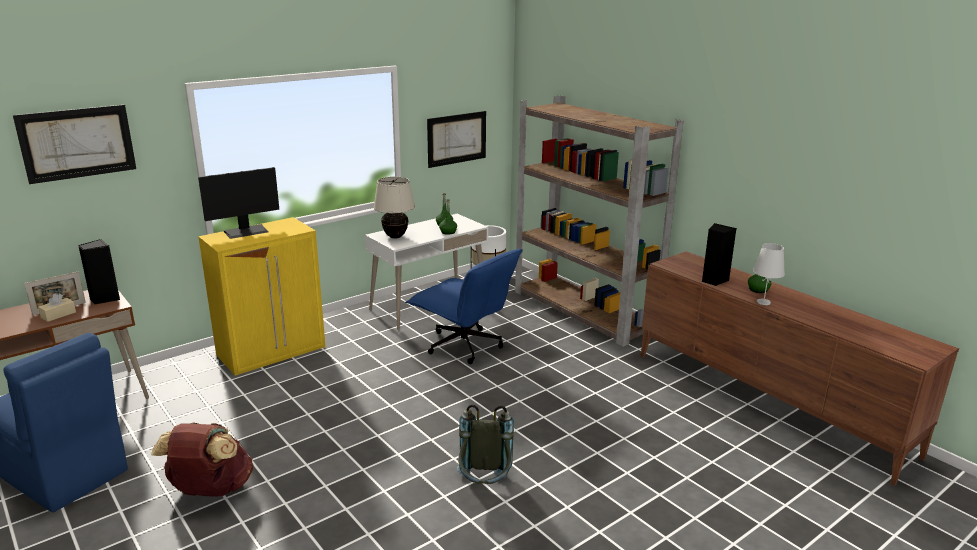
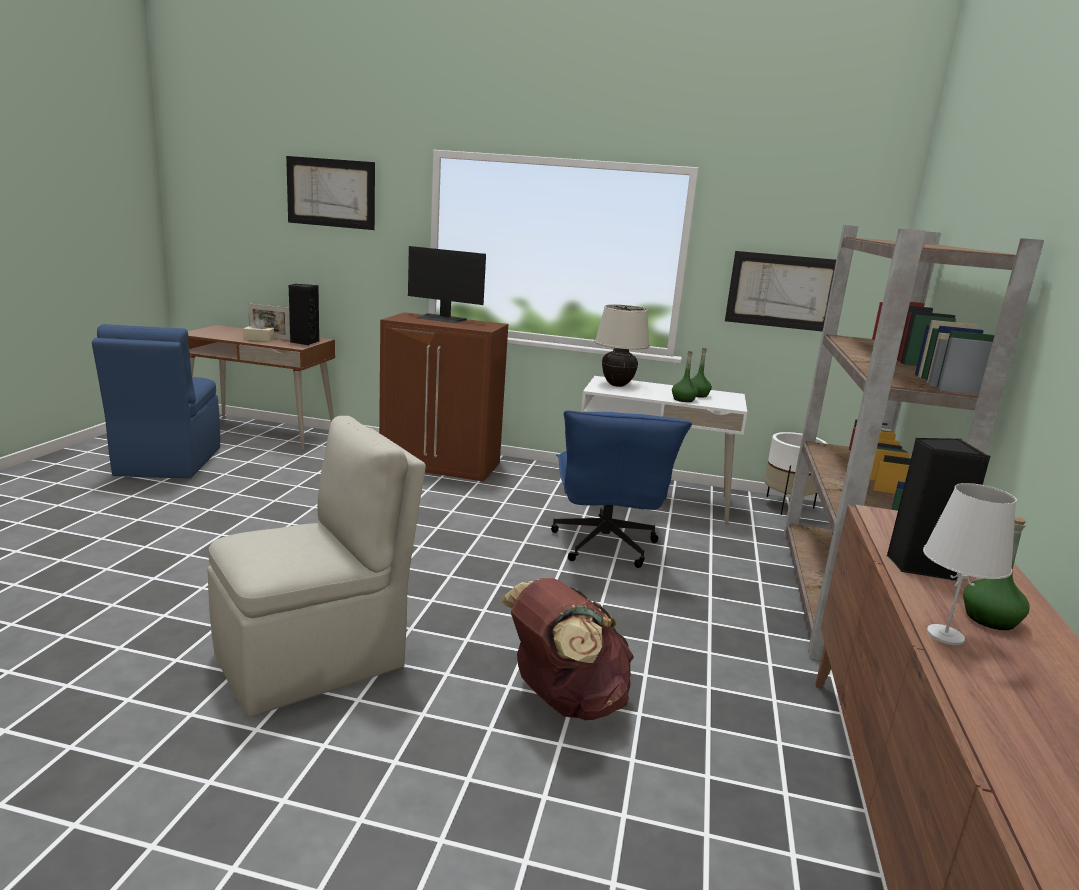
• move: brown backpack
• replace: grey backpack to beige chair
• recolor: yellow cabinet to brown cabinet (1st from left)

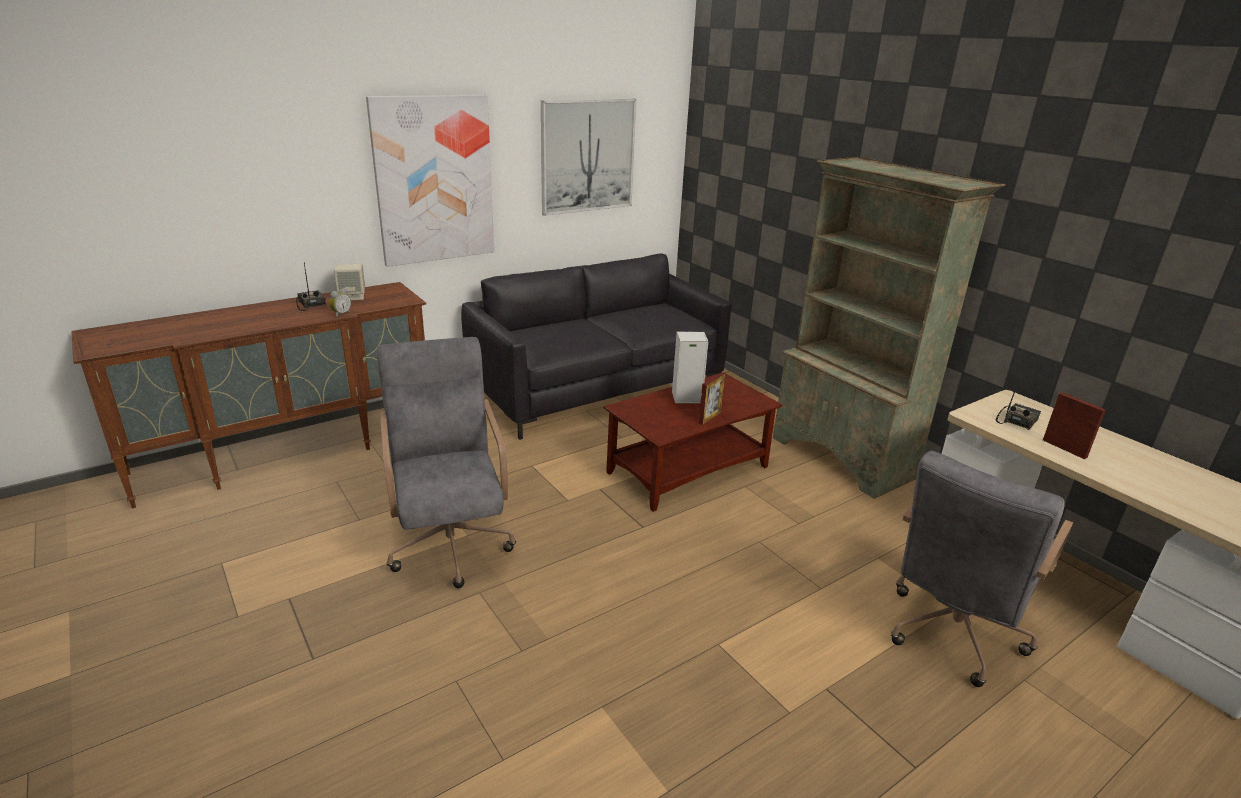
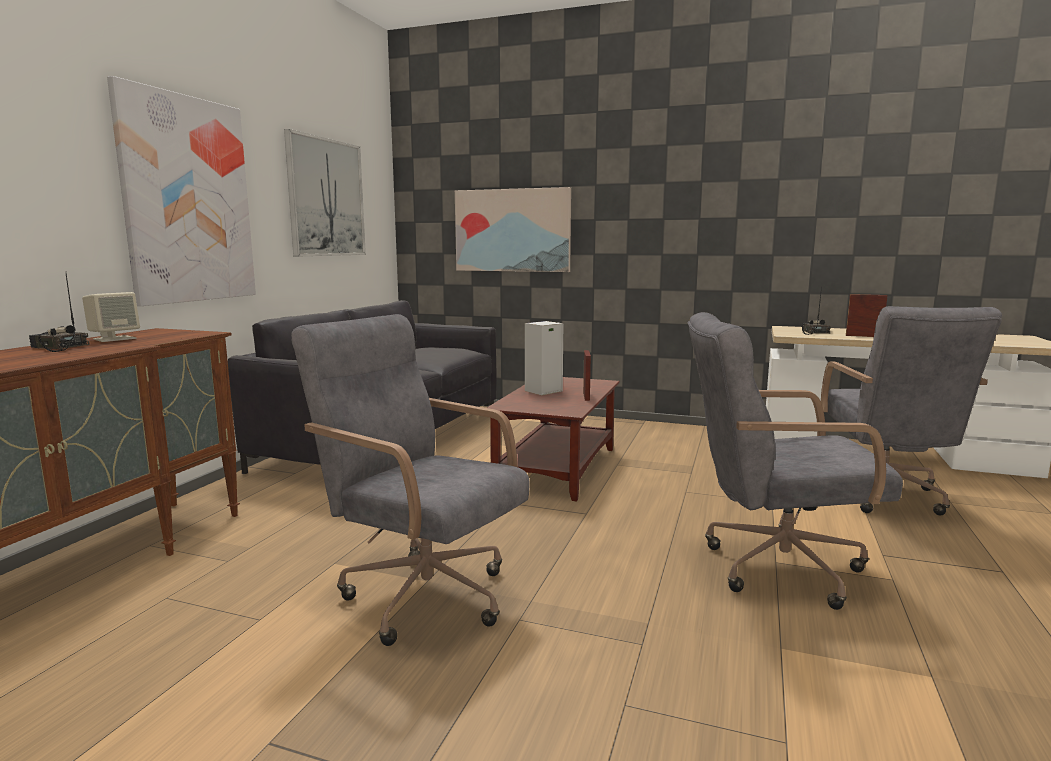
• delete: alarm clock
• delete: green bookcase
• insert: picture (3rd from left)
• insert: grey office chair (2nd from left)

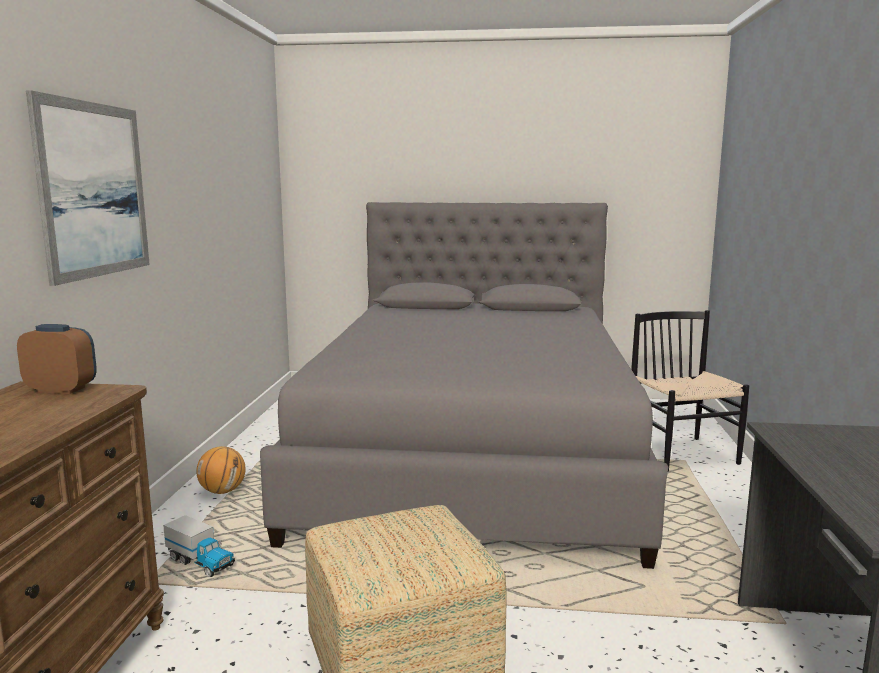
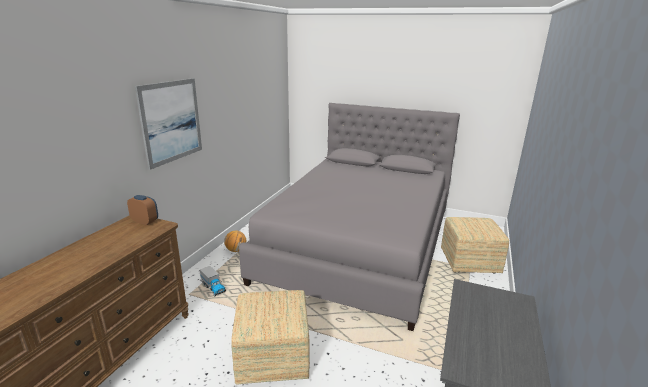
• replace: black chair to ottoman (2nd from left)

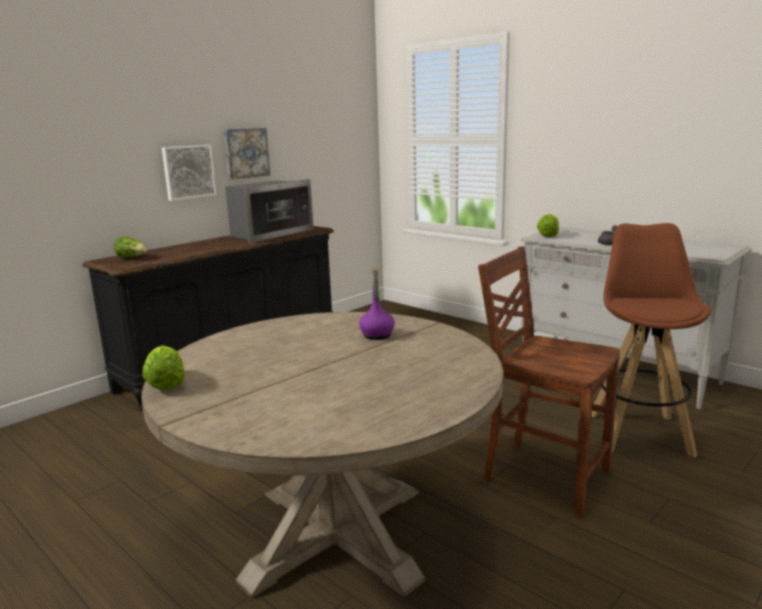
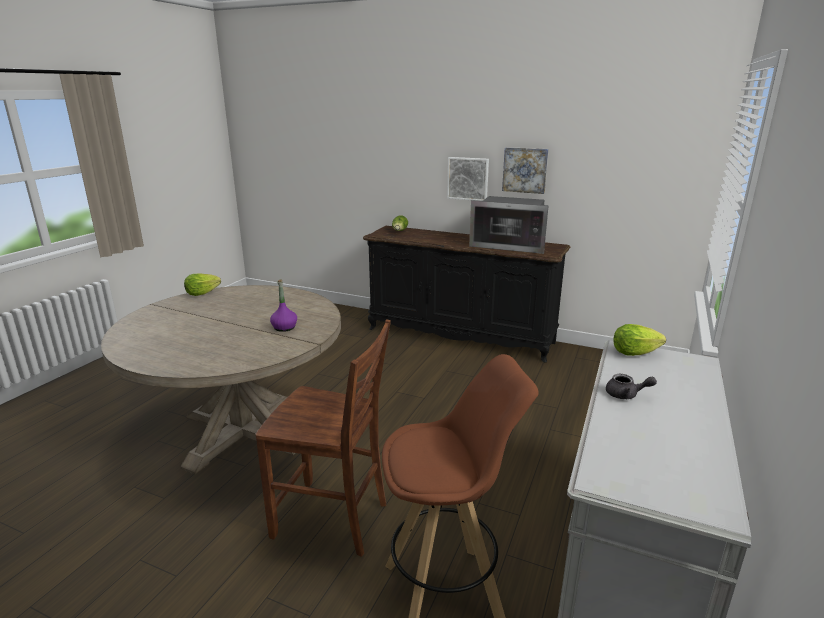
• rotate: brown chair 90 degrees clockwise

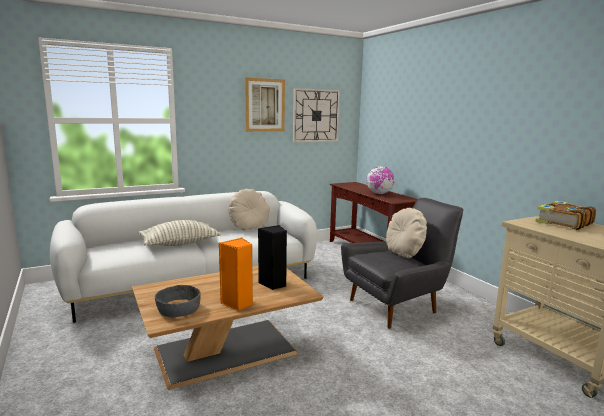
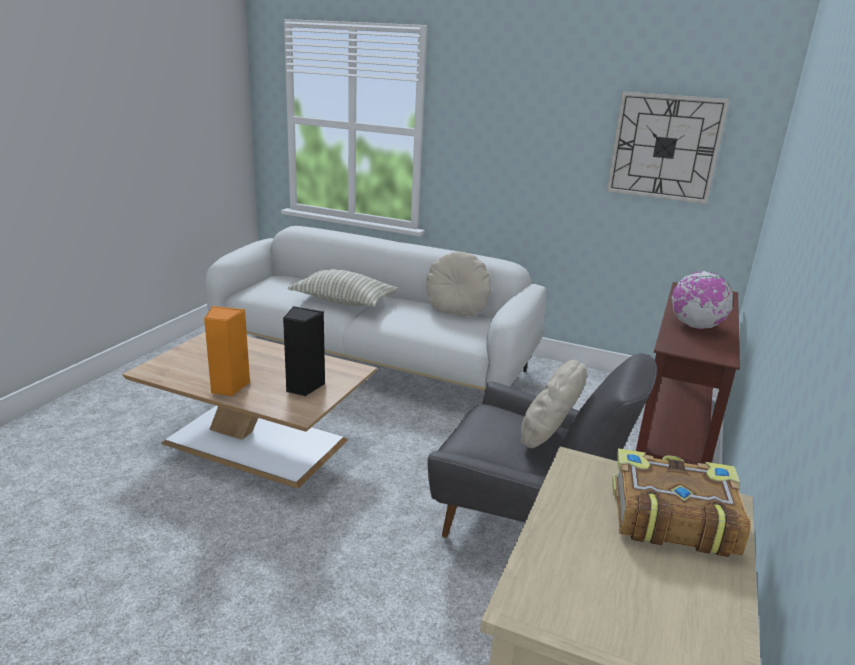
• delete: grey bowl
• delete: picture

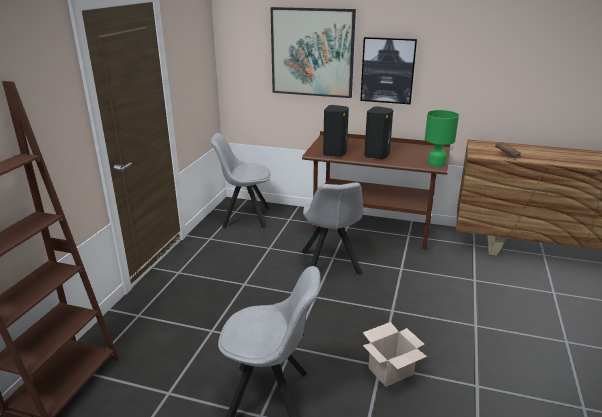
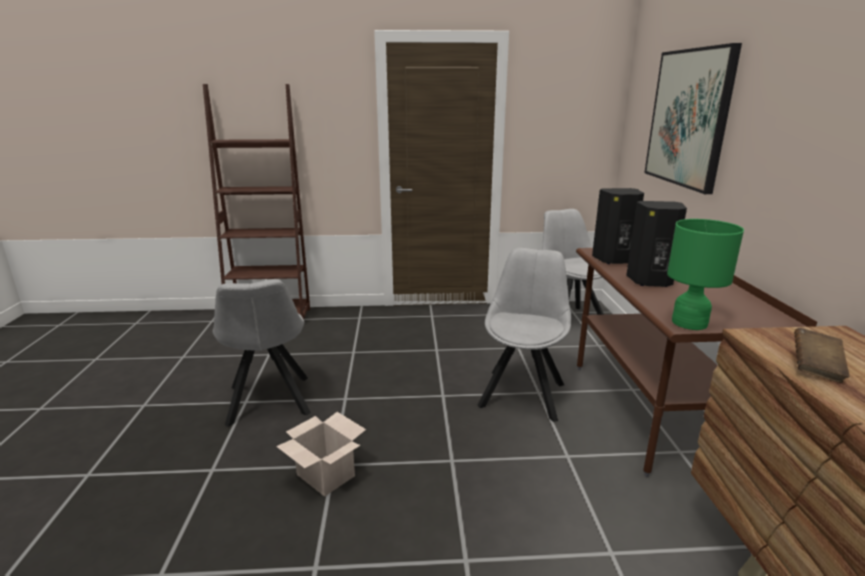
• delete: picture (2nd from left)
• rotate: grey chair (3rd from left in the first image) 135 degrees clockwise

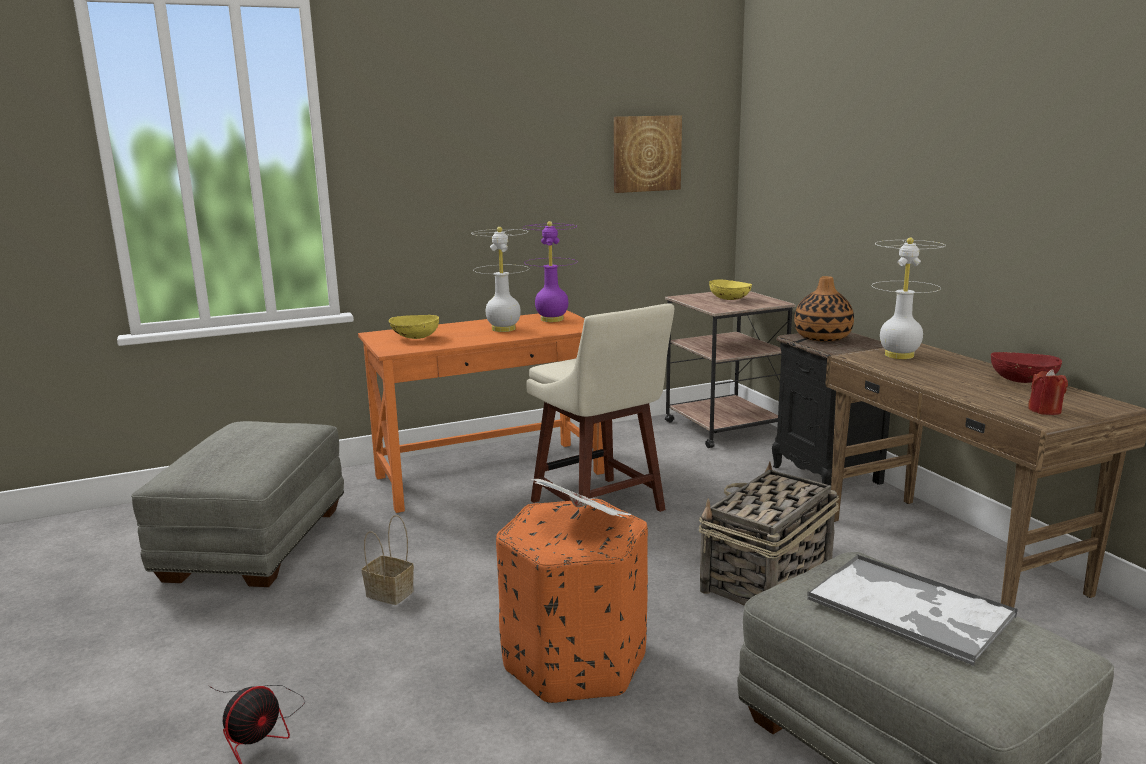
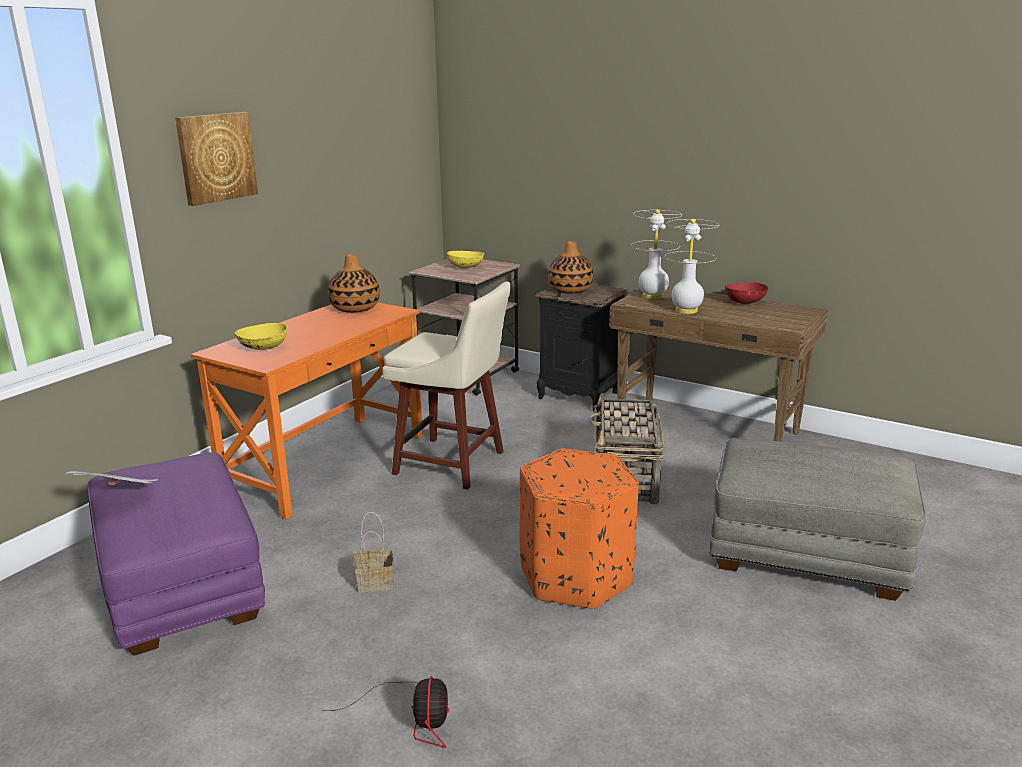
• delete: tray
• delete: red candle
• move: white table lamp (1st from left in the first image) to white table lamp (2nd from left)
• move: newspaper
• move: picture
• replace: purple table lamp to vase (1st from left)
• recolor: grey ottoman (1st from left) to purple ottoman

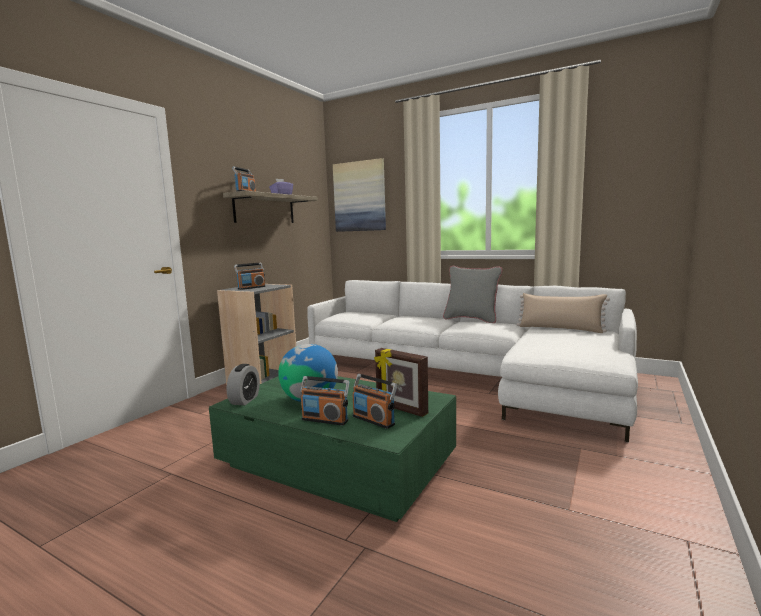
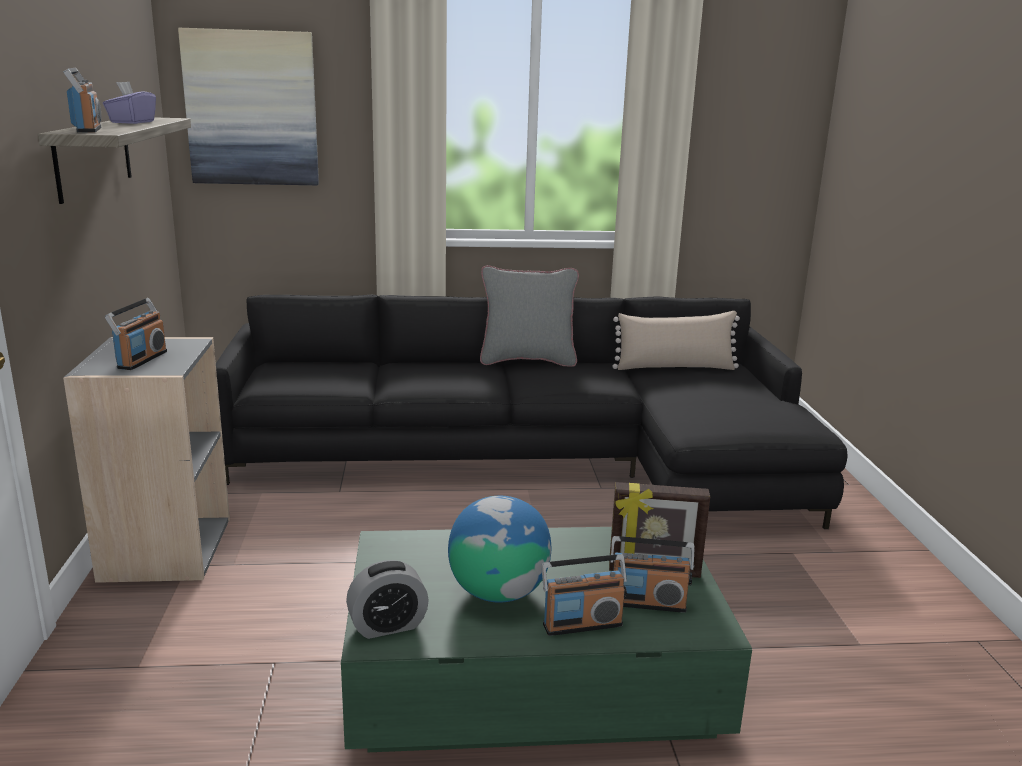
• recolor: white sofa to black sofa
• rotate: alarm clock 90 degrees clockwise

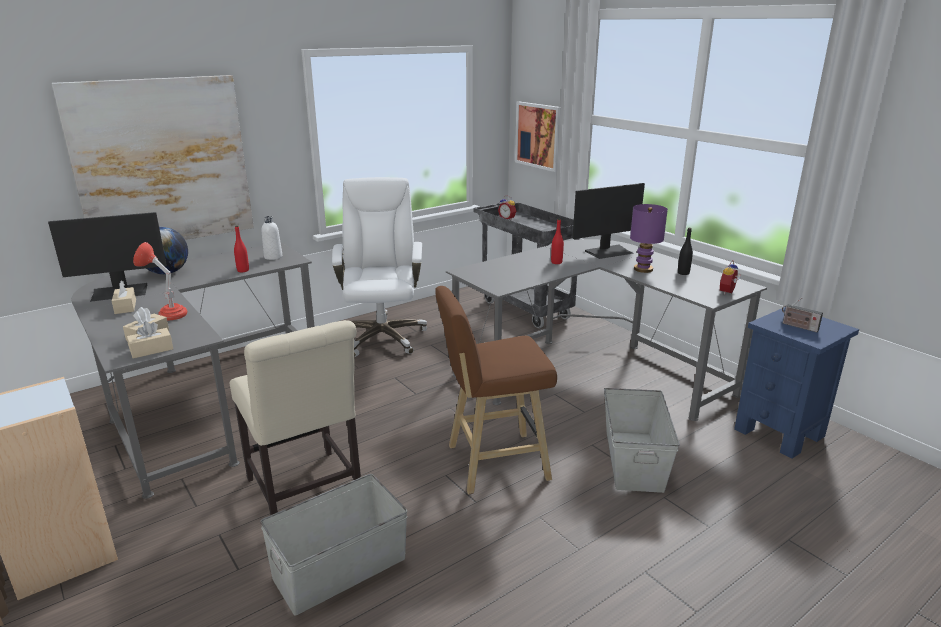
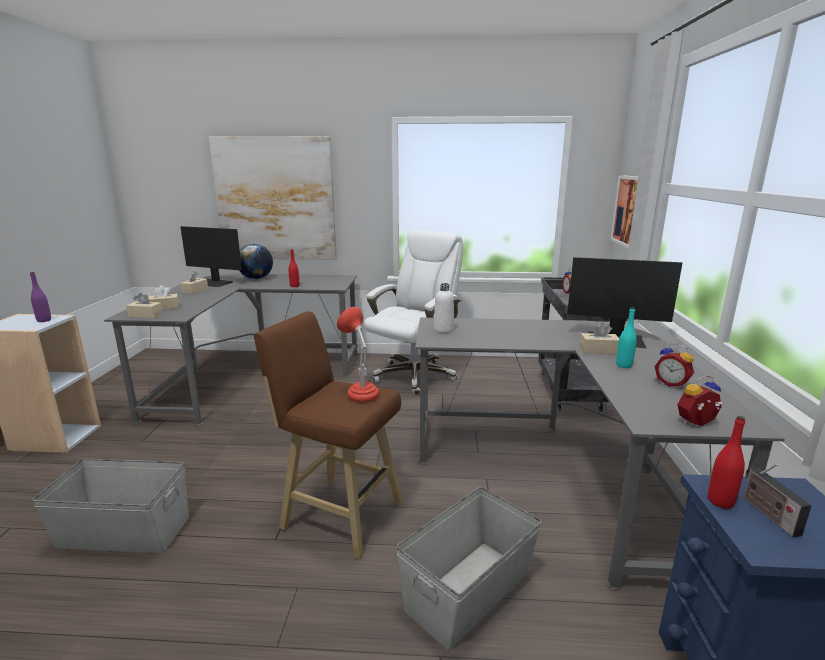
• delete: beige chair
• insert: purple bottle
• insert: beige tissue box (4th from left)
• move: red table lamp
• move: white bottle
• move: red bottle (2nd from left)
• replace: purple table lamp to turquoise bottle
• replace: black bottle to alarm clock (2nd from left)

